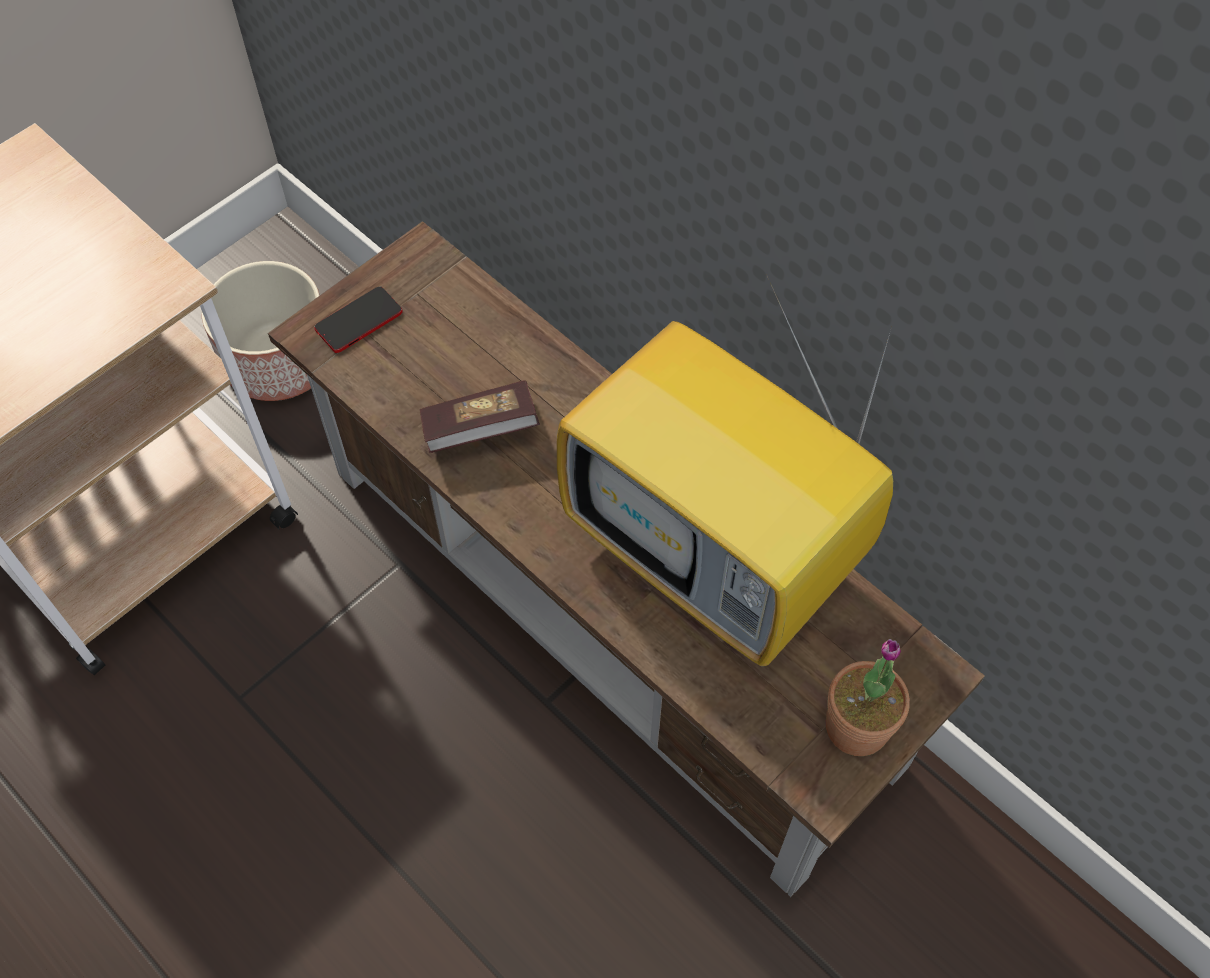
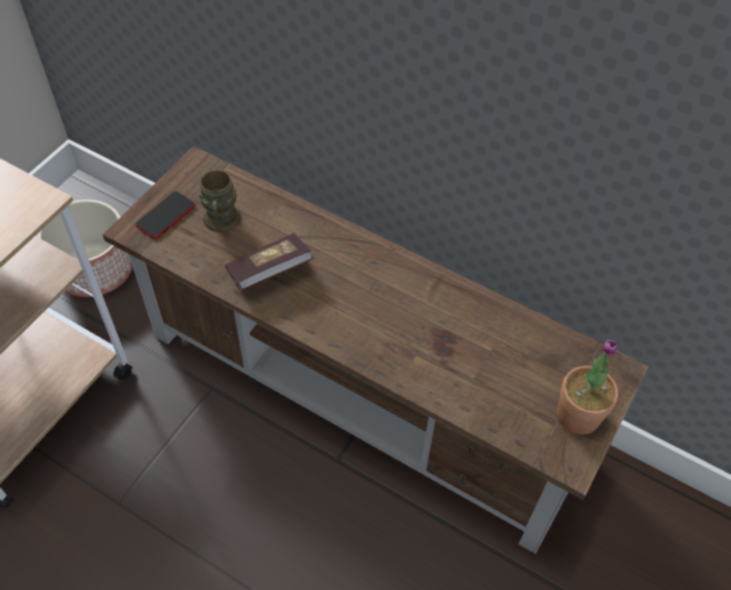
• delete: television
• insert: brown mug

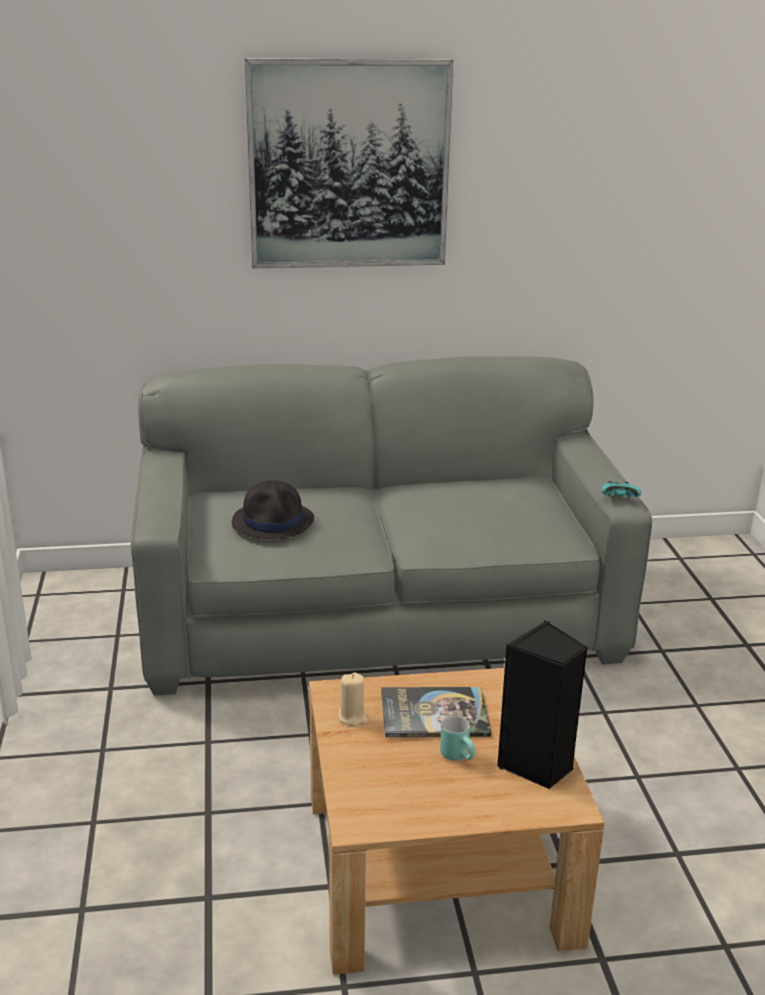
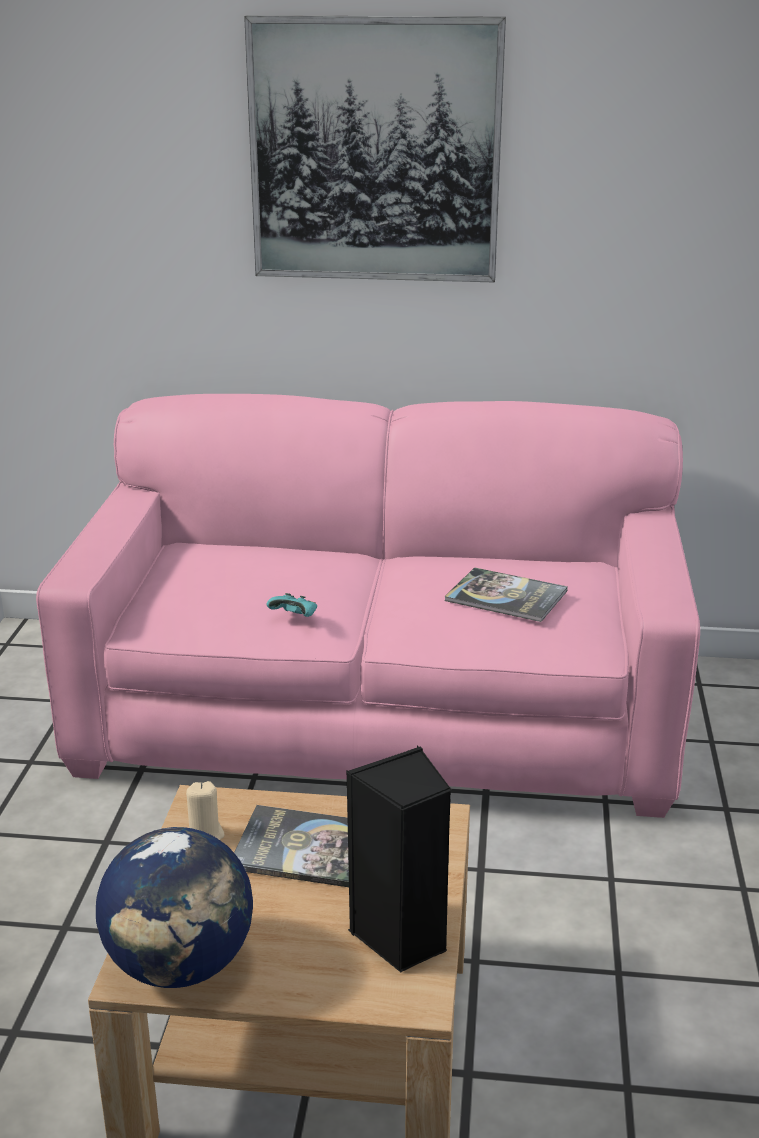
• delete: black hat
• delete: turquoise mug
• insert: globe
• insert: book (2nd from left)
• move: turquoise game controller
• recolor: grey sofa to pink sofa

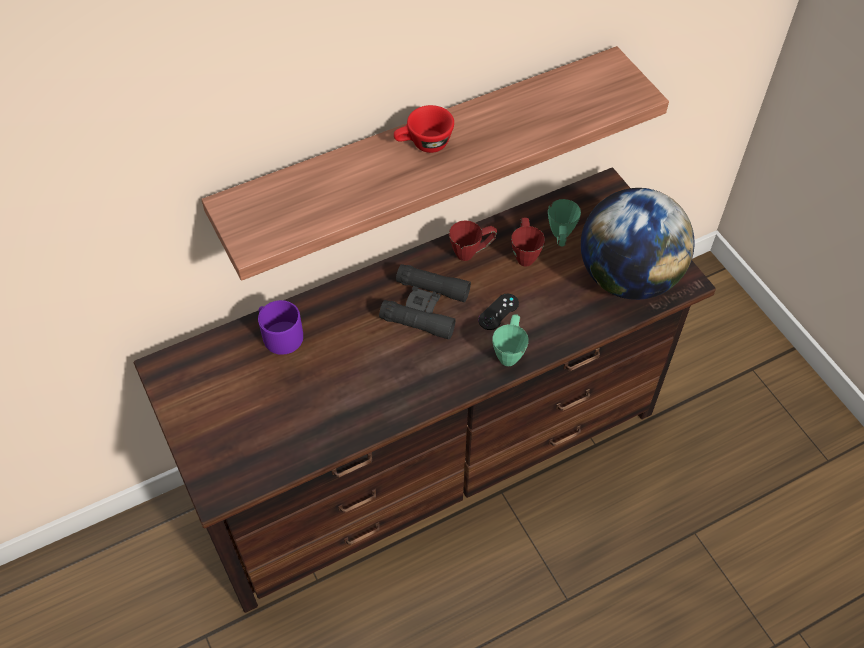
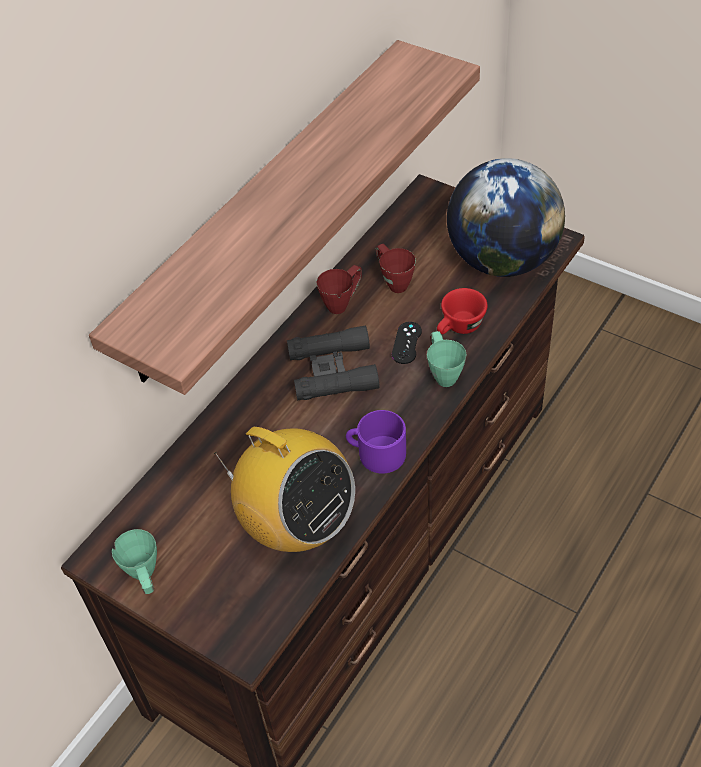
• insert: radio
• move: purple mug
• move: red cup
• move: green mug (2nd from left in the first image) to green mug (1st from left)

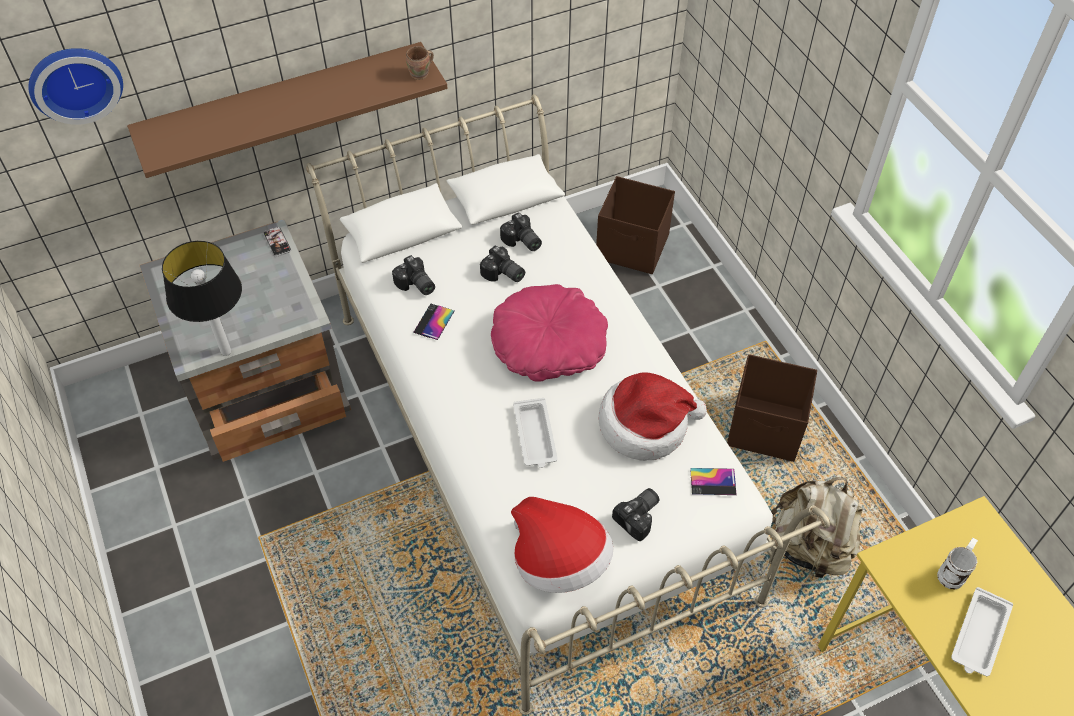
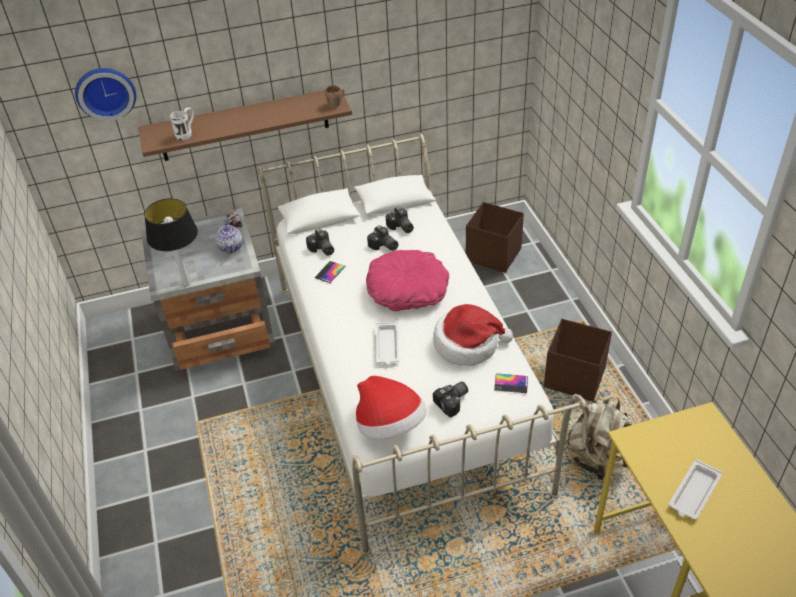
• insert: teapot
• move: white mug

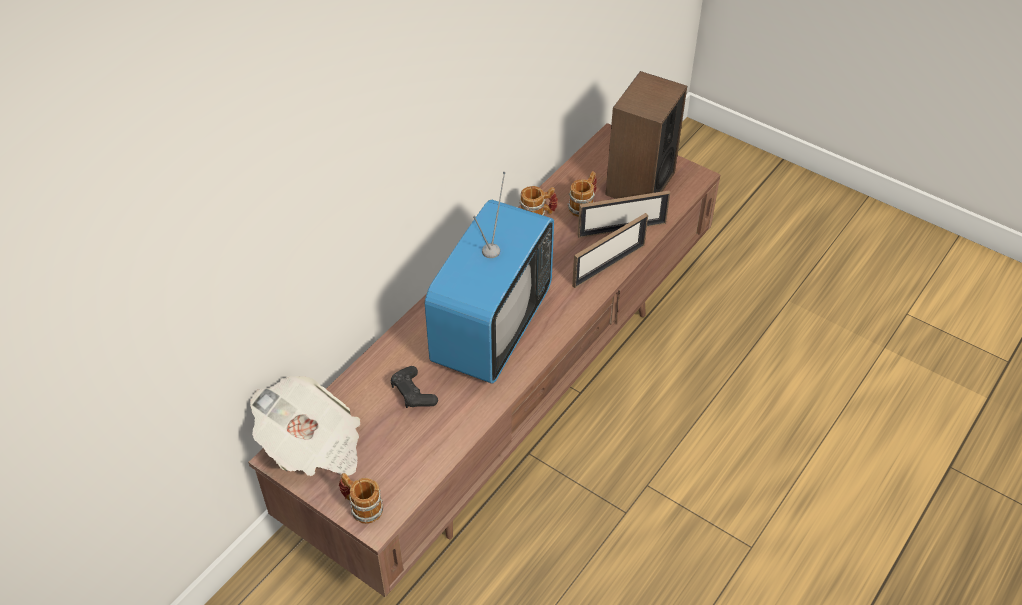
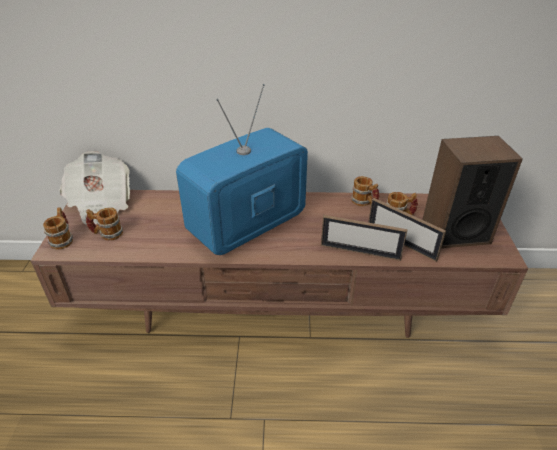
• delete: black game controller
• insert: mug (2nd from left)
• rotate: television 150 degrees clockwise

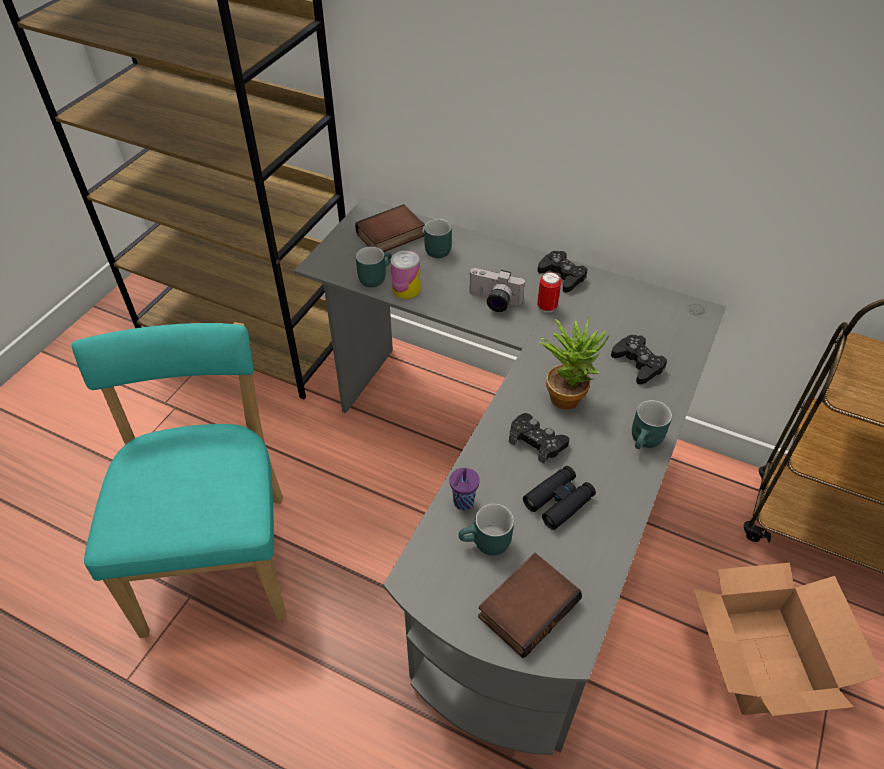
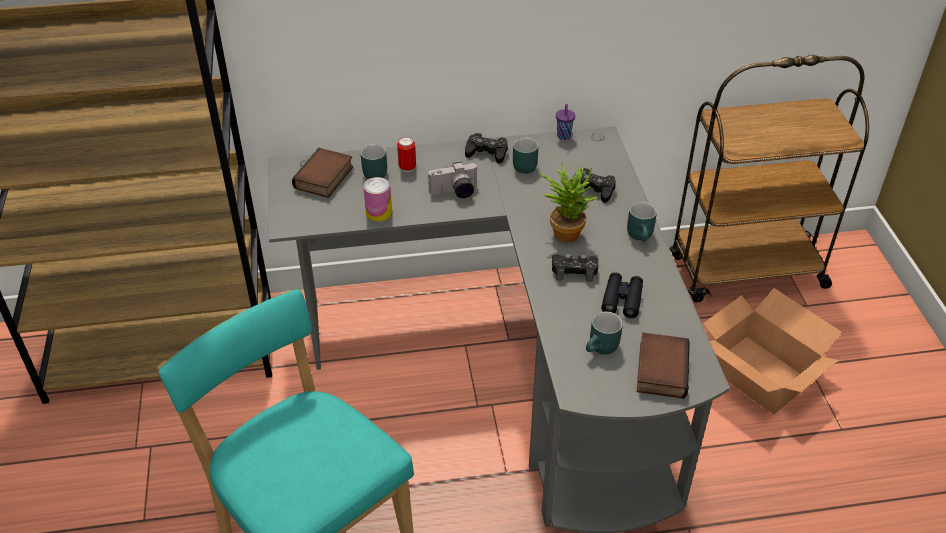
• move: turquoise mug (1st from left in the first image) to turquoise mug (2nd from left)
• move: purple cup
• move: can (2nd from left)

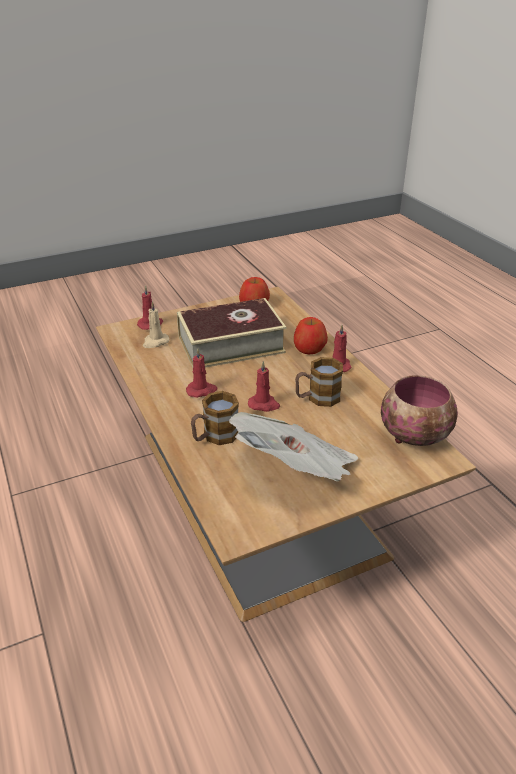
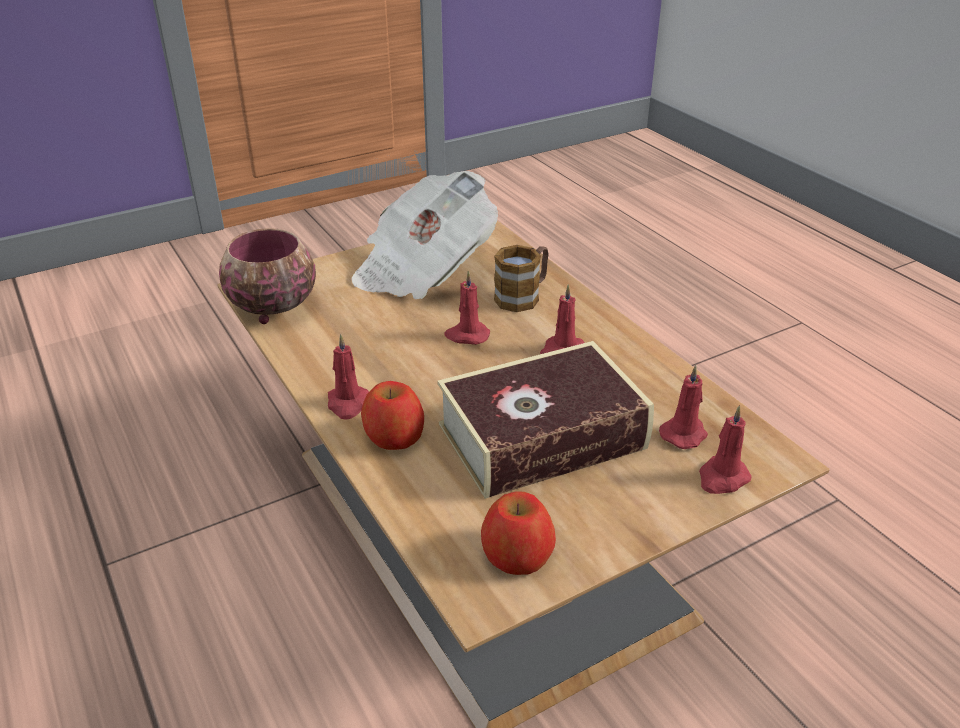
• delete: mug (2nd from left)
• recolor: beige candle to red candle (4th from left)

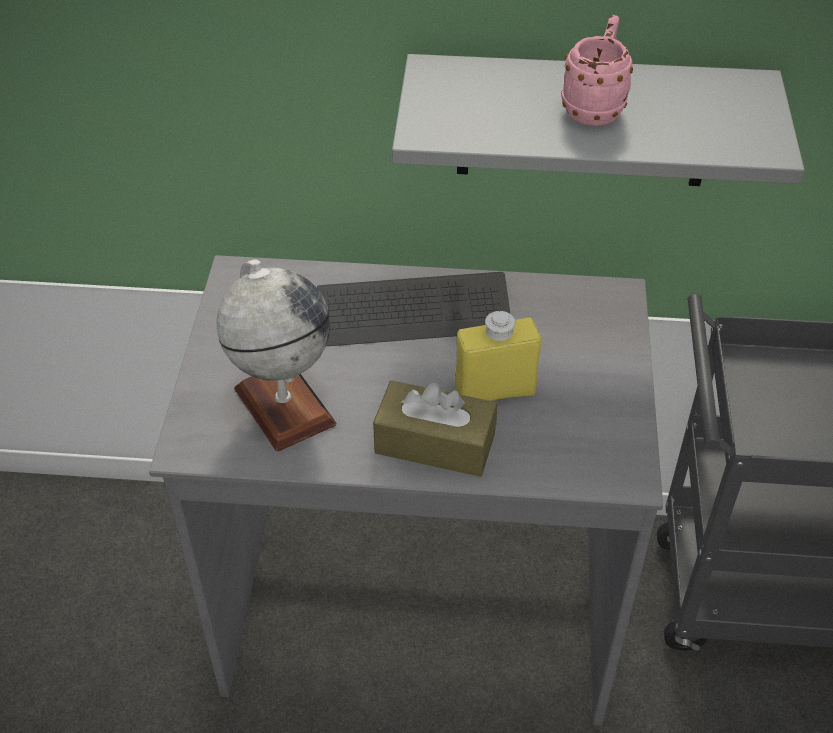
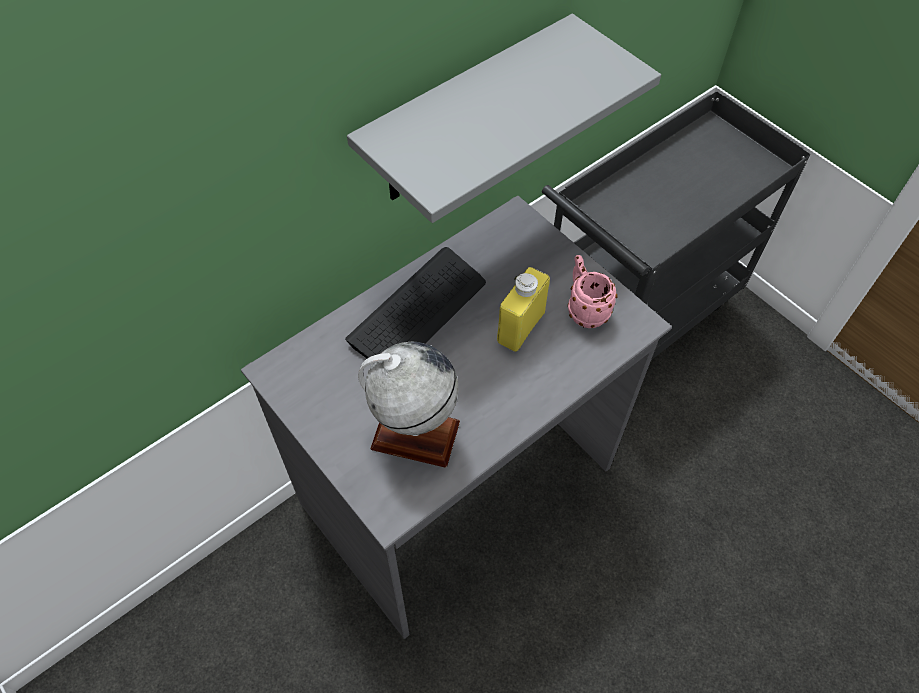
• delete: brown tissue box
• move: pink mug

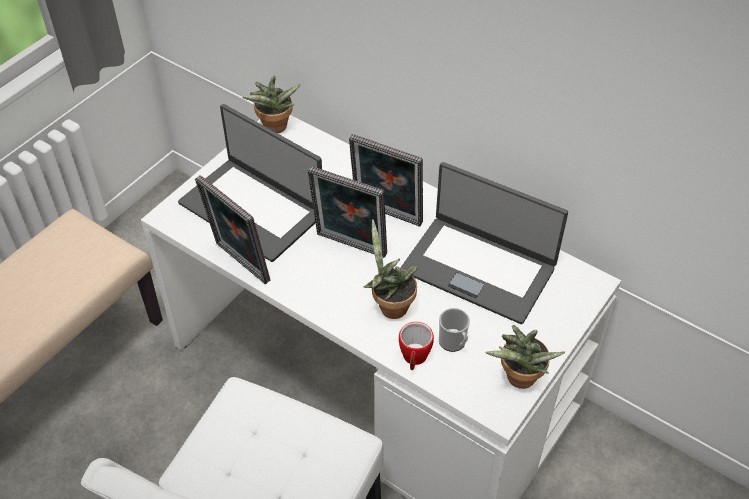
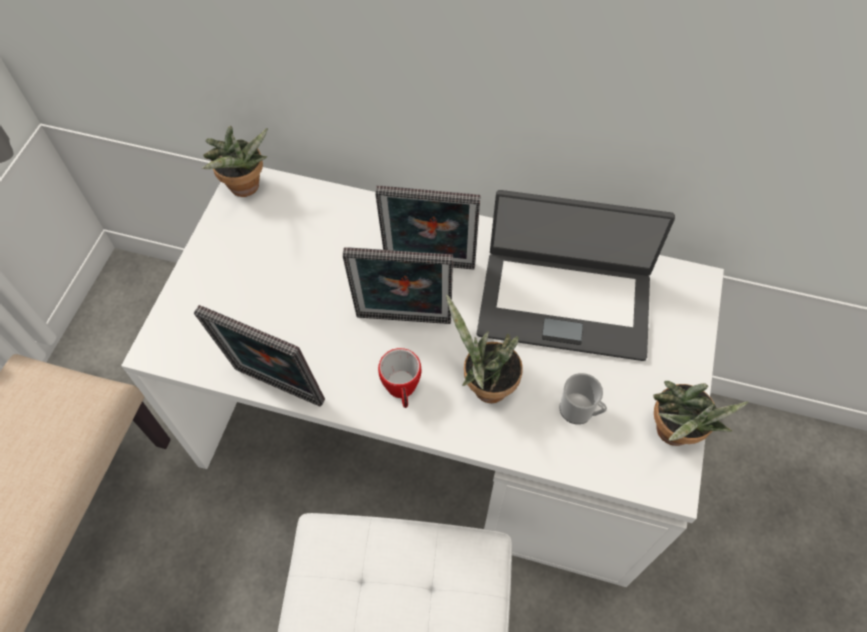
• delete: laptop (1st from left)
• move: mug (1st from left)

